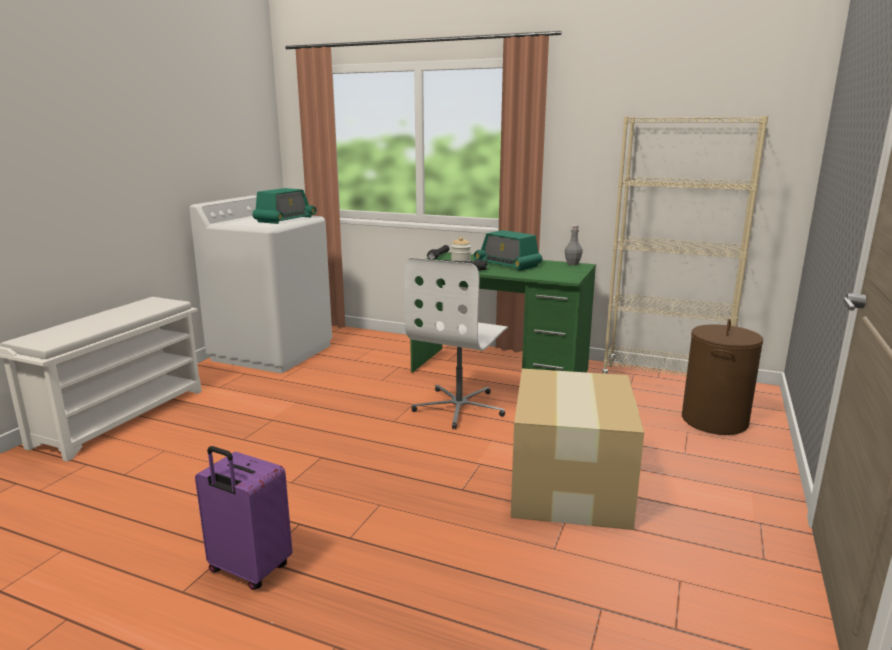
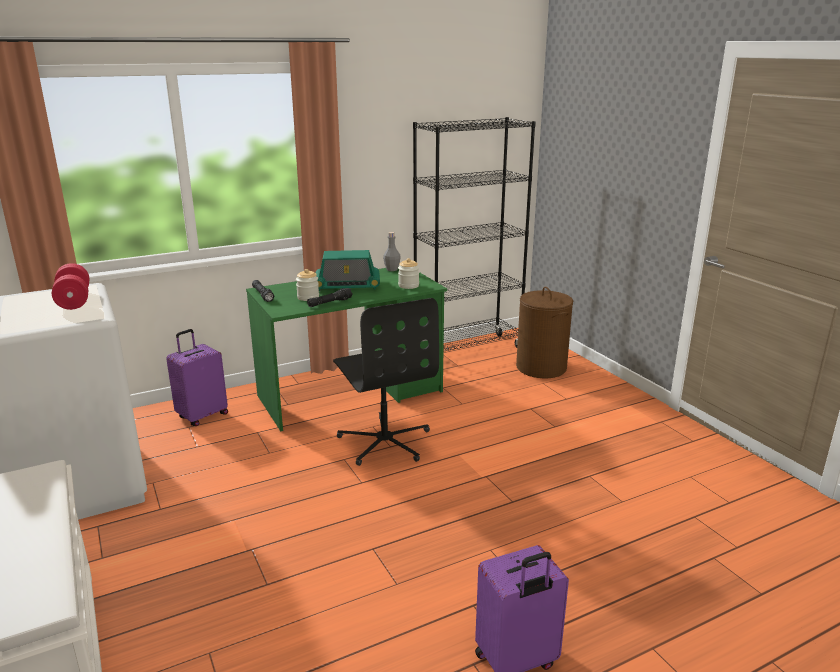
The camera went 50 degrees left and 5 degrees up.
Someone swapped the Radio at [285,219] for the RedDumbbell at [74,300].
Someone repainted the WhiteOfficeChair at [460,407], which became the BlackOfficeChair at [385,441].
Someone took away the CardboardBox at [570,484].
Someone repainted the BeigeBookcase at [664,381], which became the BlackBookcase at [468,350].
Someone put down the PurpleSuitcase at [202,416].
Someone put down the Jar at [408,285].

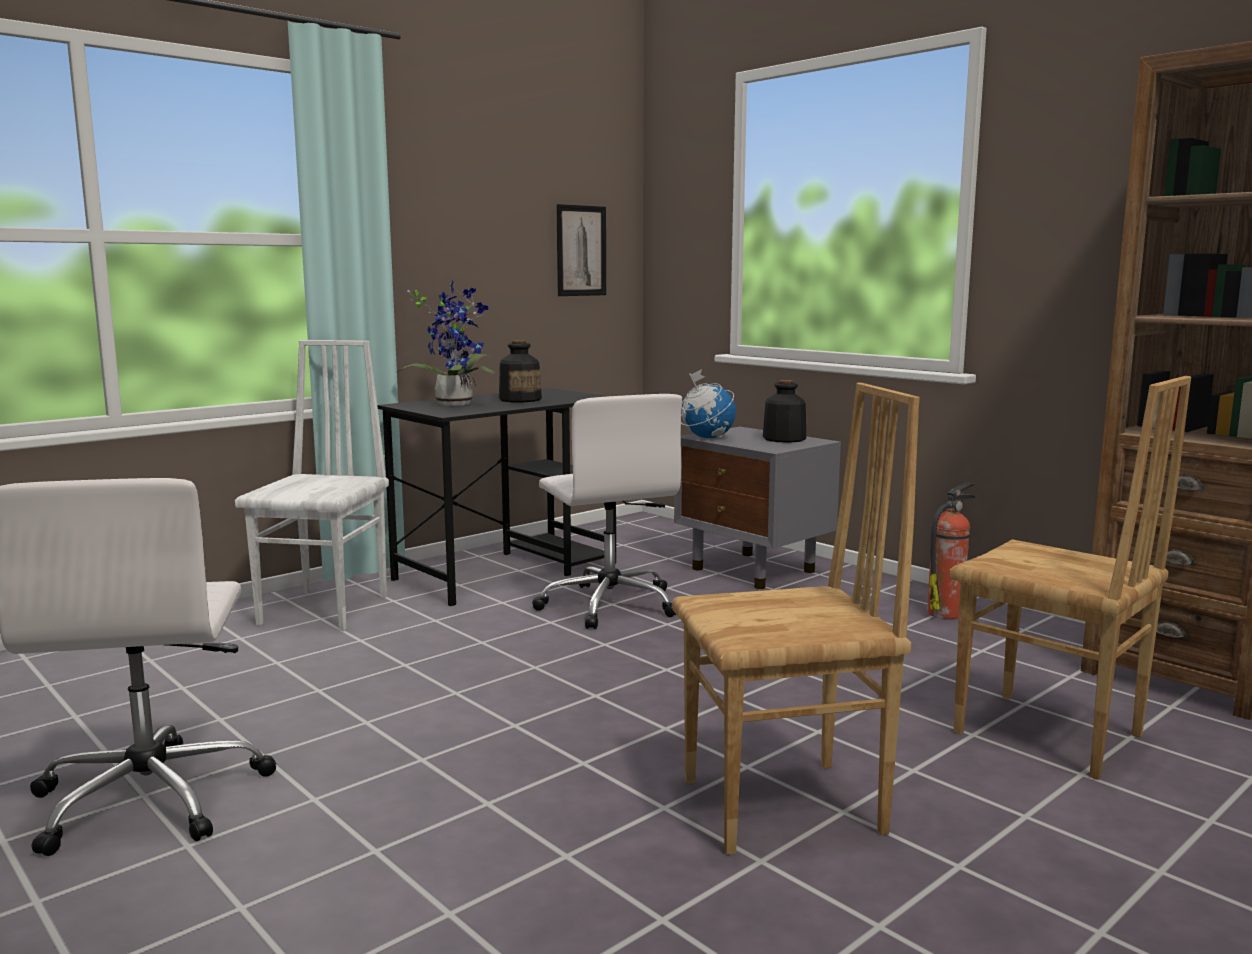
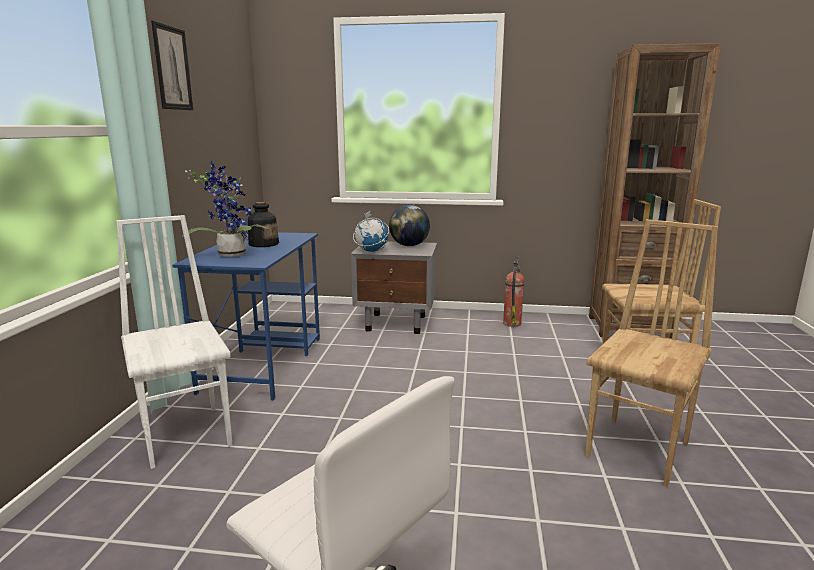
The camera went 40 degrees left and 5 degrees up.
Someone repainted the BlackDesk at [508,571], which became the BlueDesk at [264,363].
Someone took away the WhiteOfficeChair at [609,604].
Someone carried the Picture from [581,251] to [172,68].
Someone swapped the Bottle at [783,439] for the Globe at [409,245].

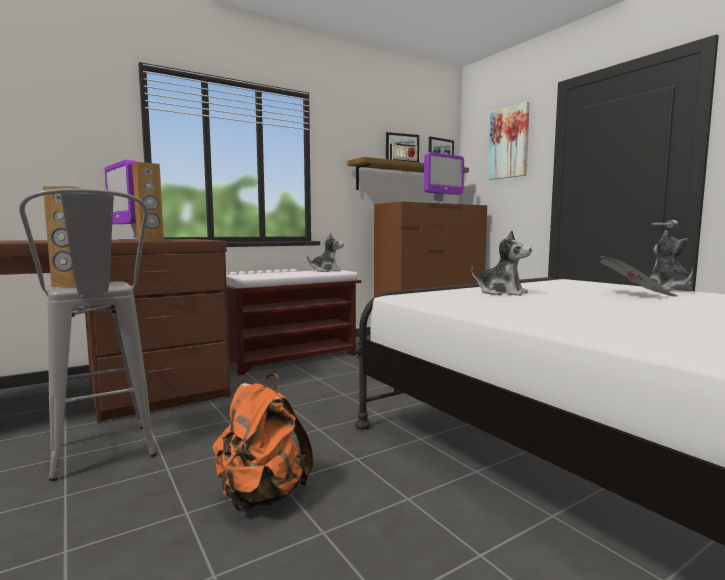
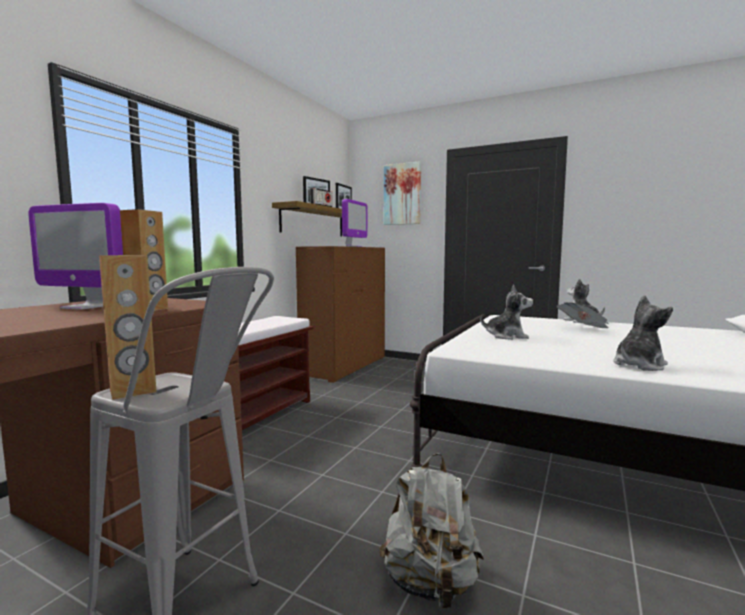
The camera went 30 degrees left and 0 degrees up.
Someone repainted the OrangeBackpack at [261,497], which became the GreyBackpack at [430,583].
Someone carried the PlushToy from [327,270] to [638,365].

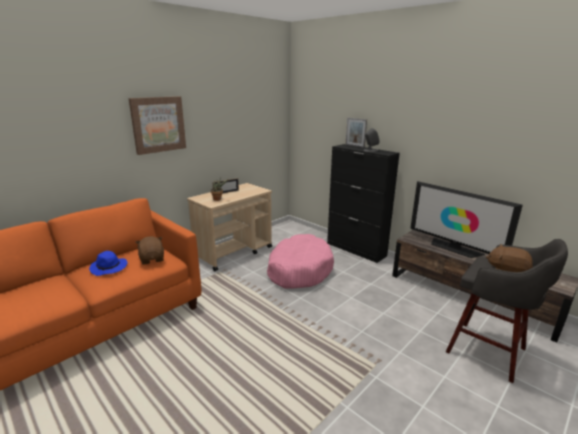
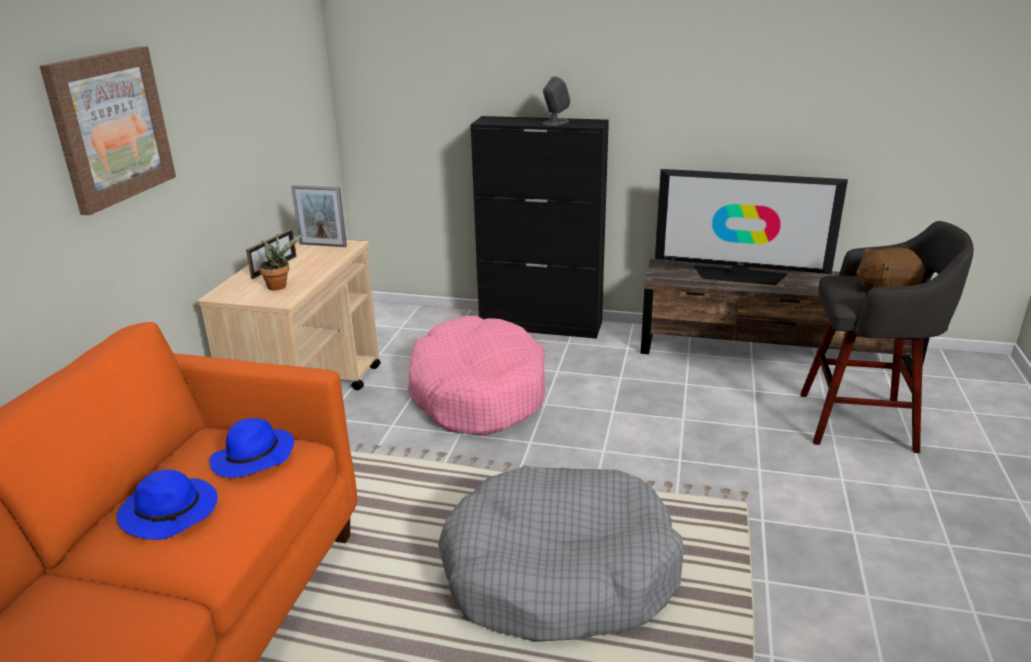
The camera went 30 degrees left and 5 degrees up.
Someone swapped the BrownPlushToy at [152,259] for the BlueHat at [253,458].
Someone carried the PictureFrame from [354,146] to [323,245].
Someone put down the GreyDogBed at [559,573].

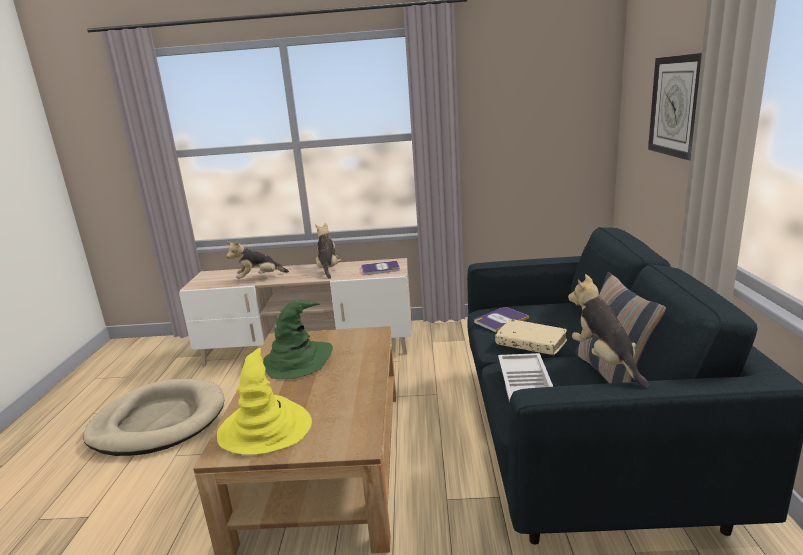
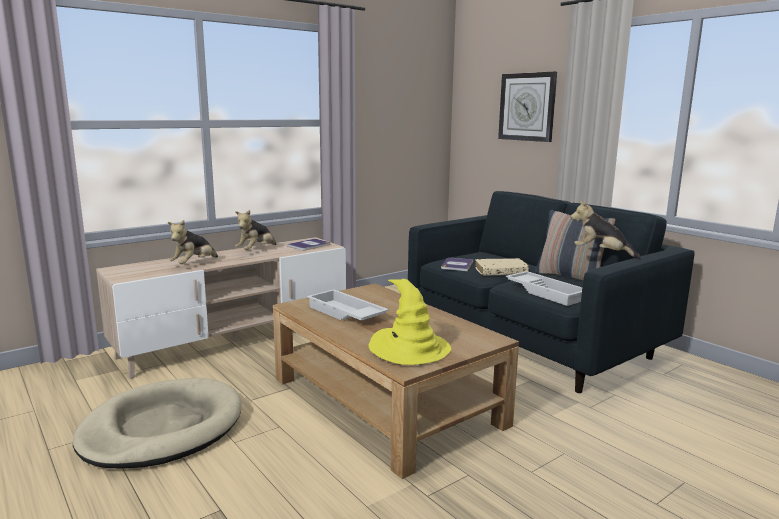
The camera went 40 degrees left and 5 degrees down.
Someone swapped the GreenHat at [298,361] for the WhiteTray at [345,313].
Someone rotated the PlushToy at [328,269] by 105 degrees counterclockwise.

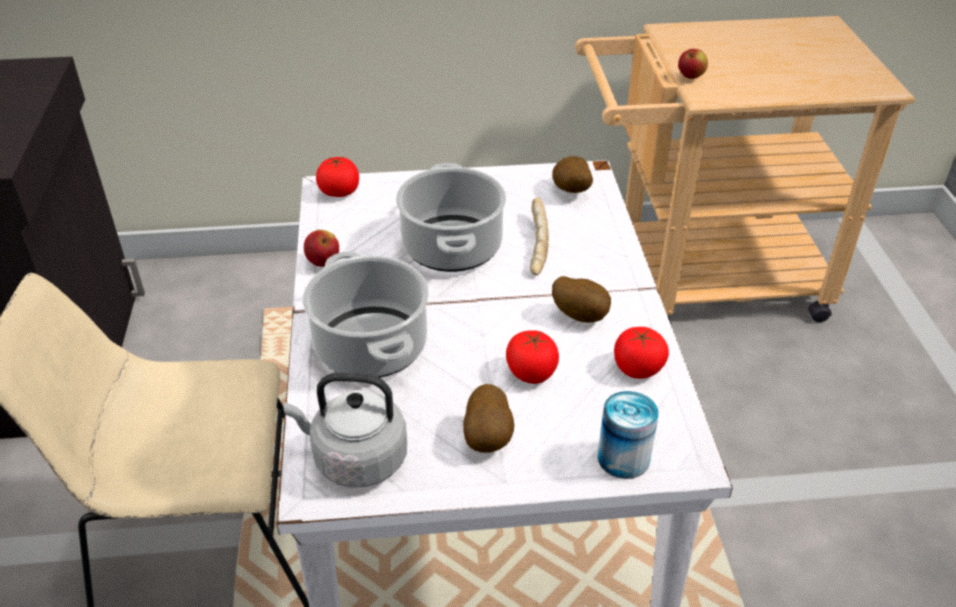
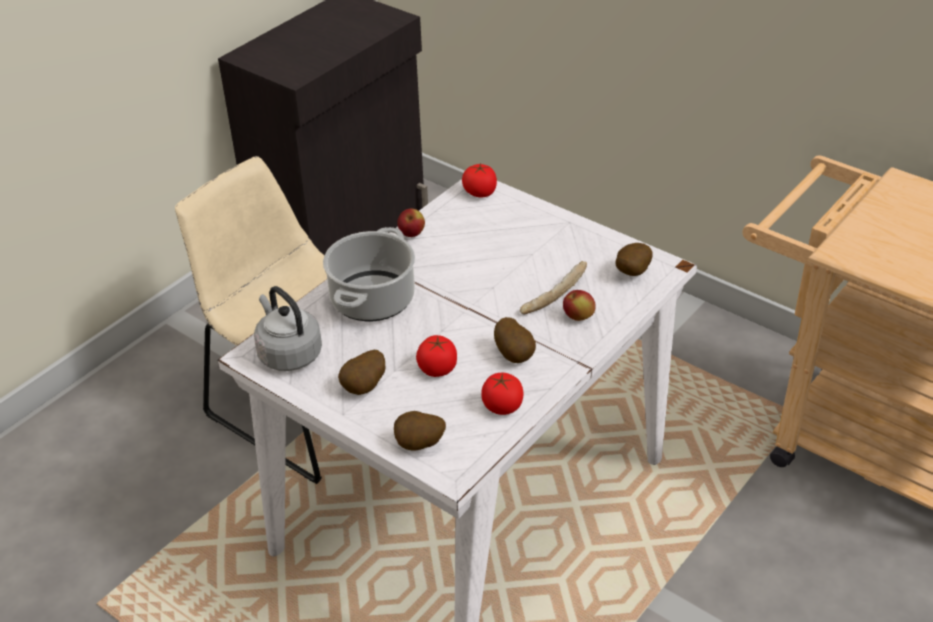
The camera went 45 degrees right and 0 degrees up.
Someone took away the CookingPot at [451,246].
Someone swapped the Can at [623,458] for the Potato at [419,446].
Someone carried the Apple from [690,77] to [578,317].

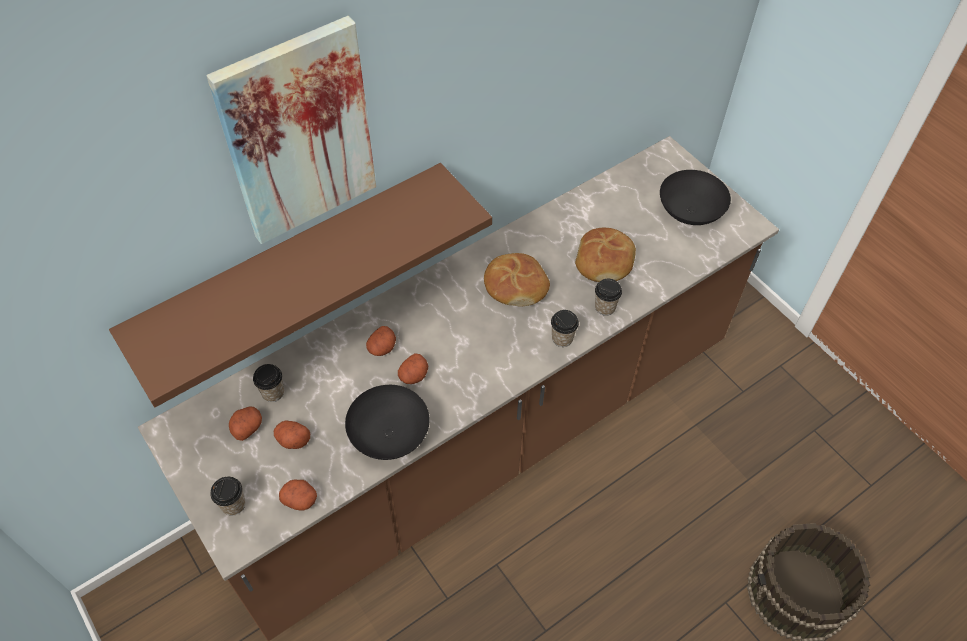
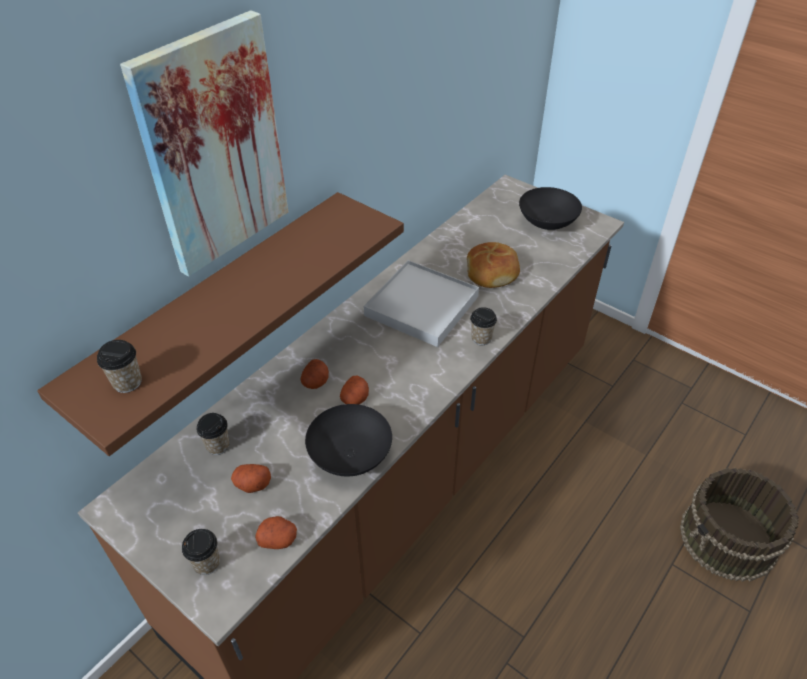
The camera went 15 degrees left and 10 degrees down.
Someone took away the Potato at [247,427].
Someone swapped the Bread at [515,285] for the WhiteTray at [421,306].
Someone carried the Cup from [605,307] to [127,382].

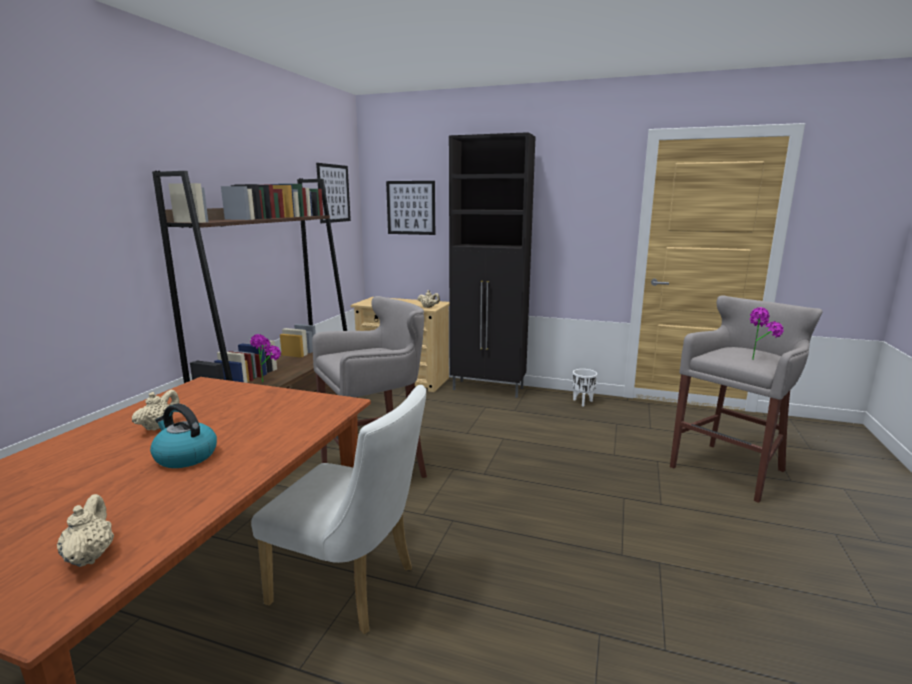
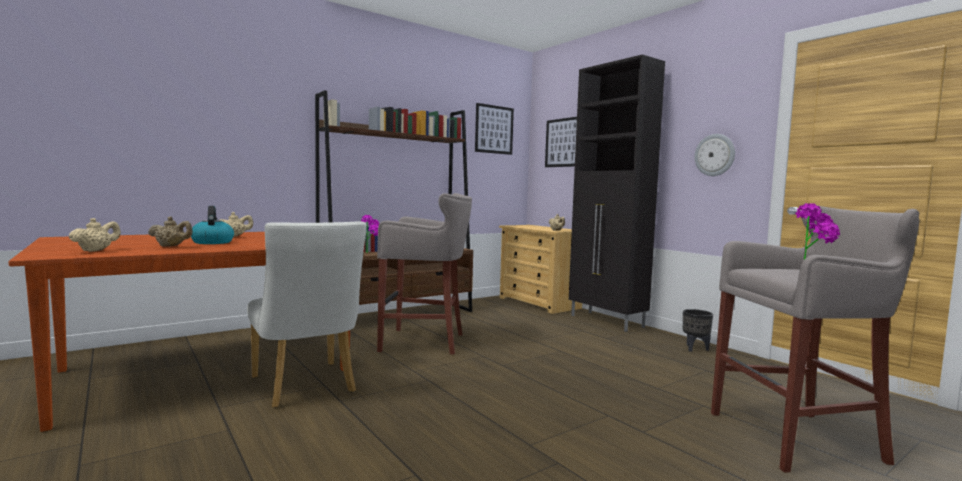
The camera went 35 degrees right and 10 degrees down.
Someone repainted the WhitePlanter at [583,402], which became the BlackPlanter at [695,349].
Someone put down the BeigeTeapot at [171,246].
Someone put up the WallClock at [715,155].

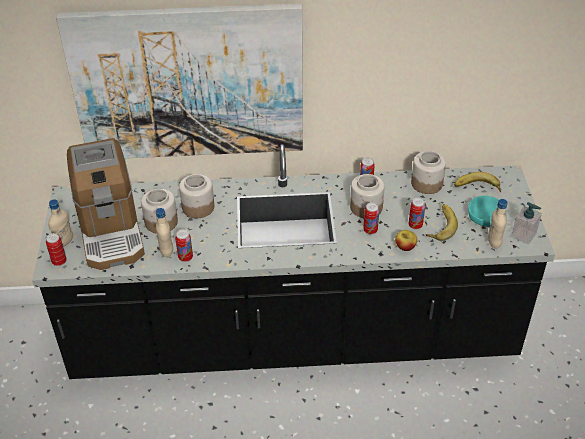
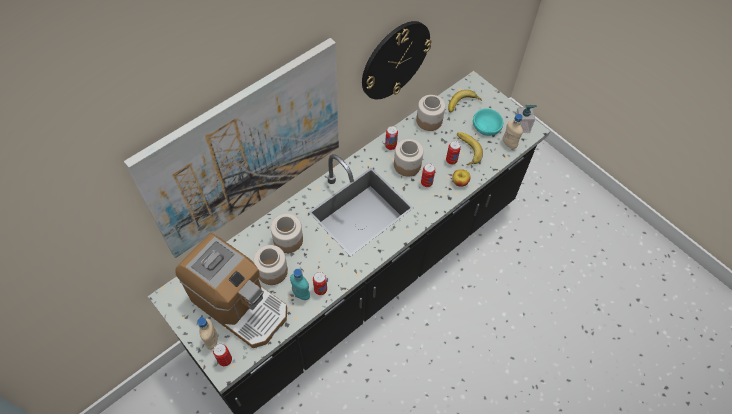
The camera went 40 degrees left and 15 degrees up.
Someone repainted the BeigeBottle at [166,251], which became the TurquoiseBottle at [301,294].
Someone put up the WallClock at [395,60].

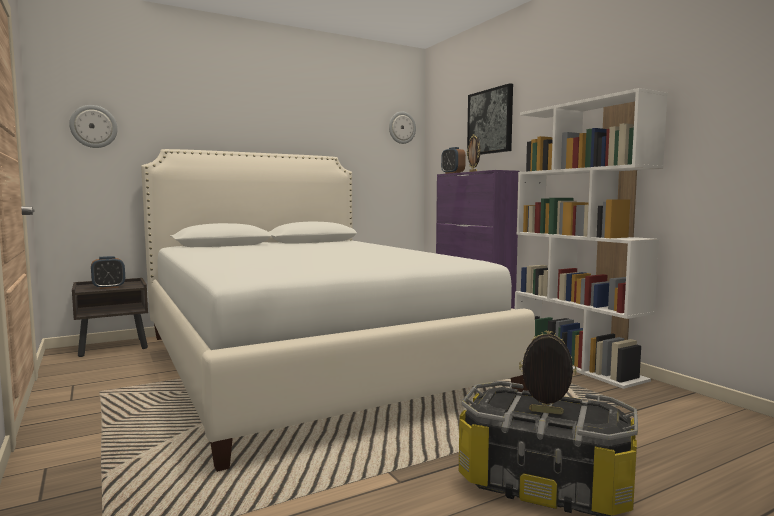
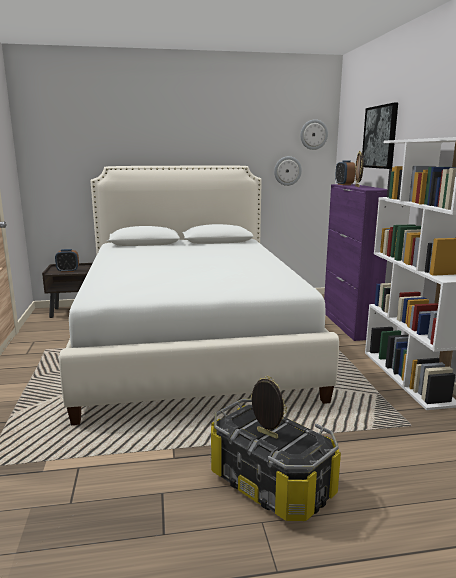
The camera went 20 degrees right and 10 degrees up.
Someone carried the WallClock from [93,126] to [287,171].

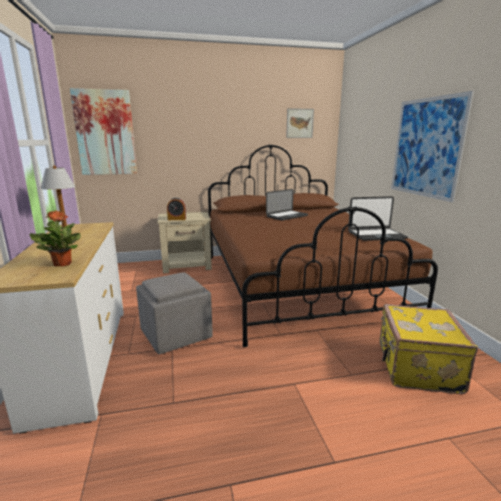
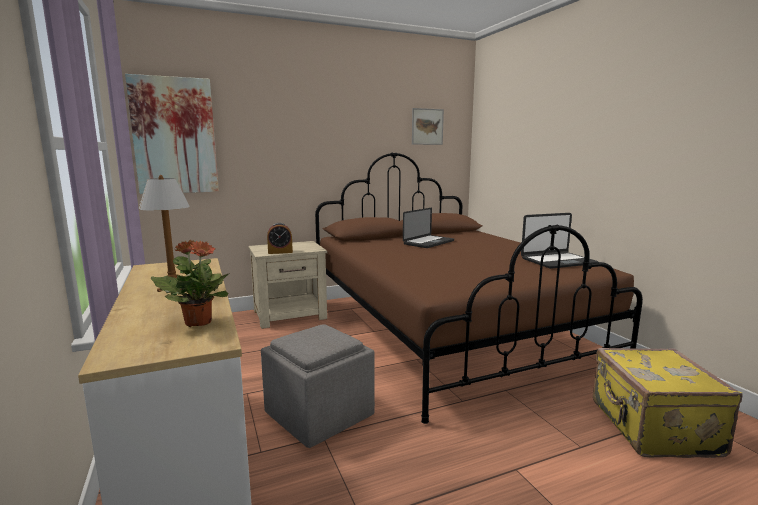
The camera went 10 degrees left and 5 degrees down.
Someone took away the Picture at [426,147].

